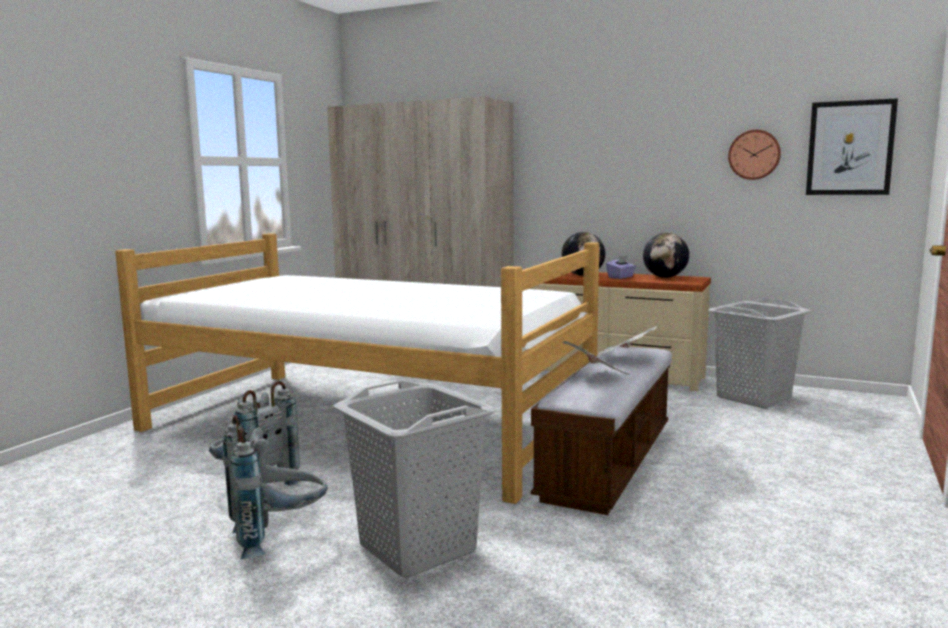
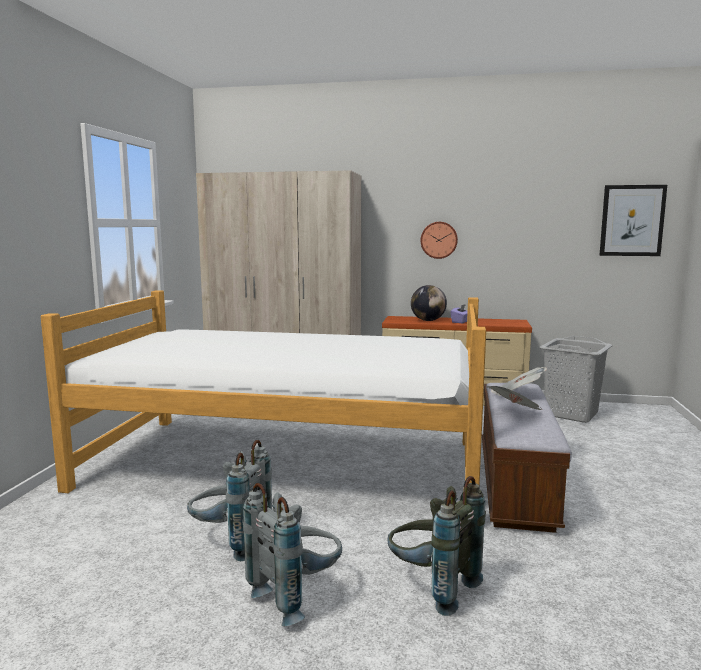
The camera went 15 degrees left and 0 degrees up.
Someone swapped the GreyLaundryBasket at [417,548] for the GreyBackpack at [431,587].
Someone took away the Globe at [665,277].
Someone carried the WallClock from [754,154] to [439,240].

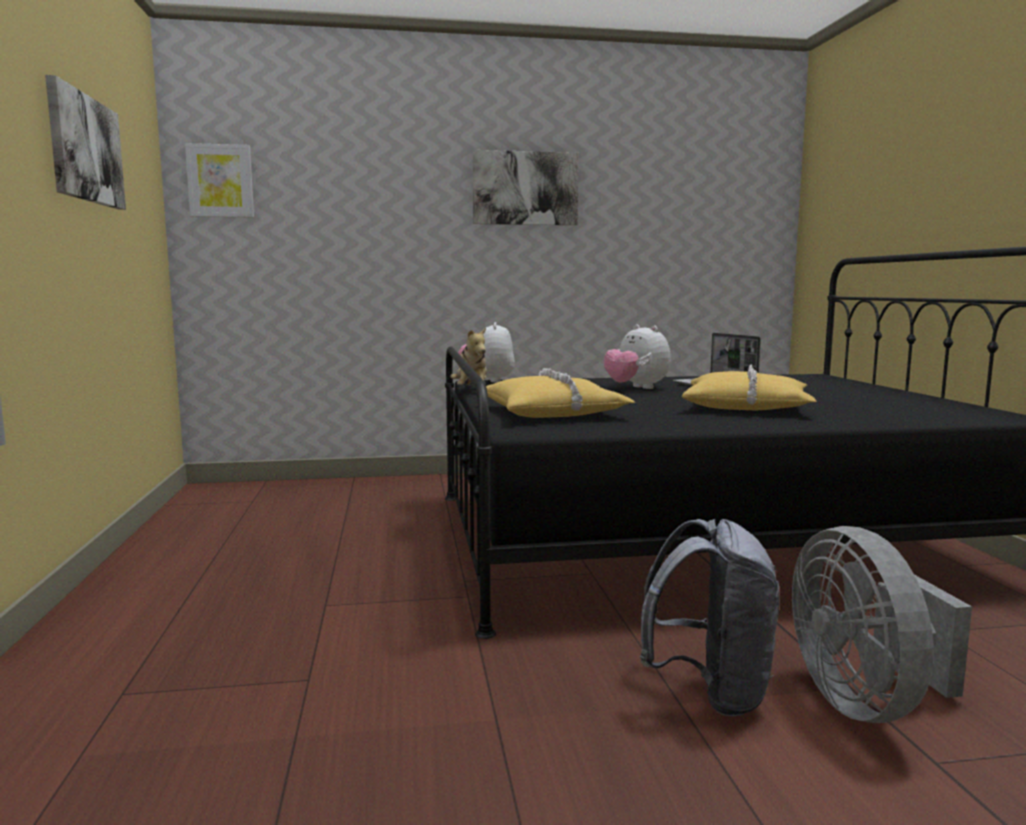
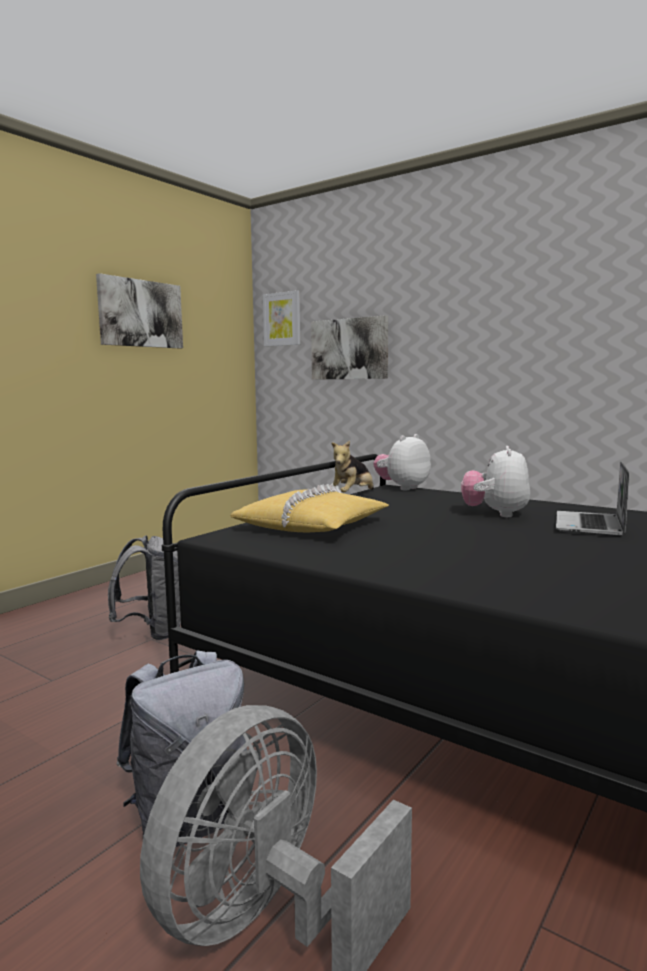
The camera went 45 degrees right and 0 degrees up.
Someone carried the Picture from [525,188] to [349,349].
Someone took away the YellowPillow at [746,406].
Someone put down the GreyBackpack at [153,632].

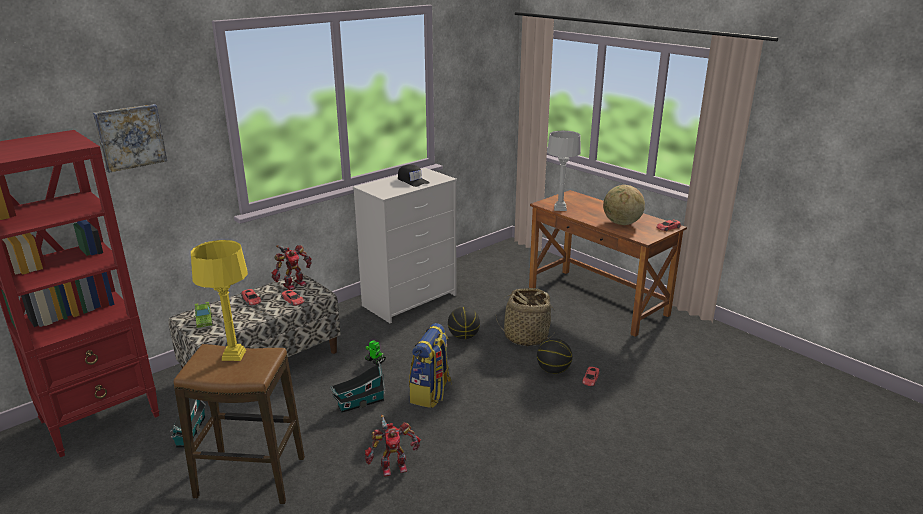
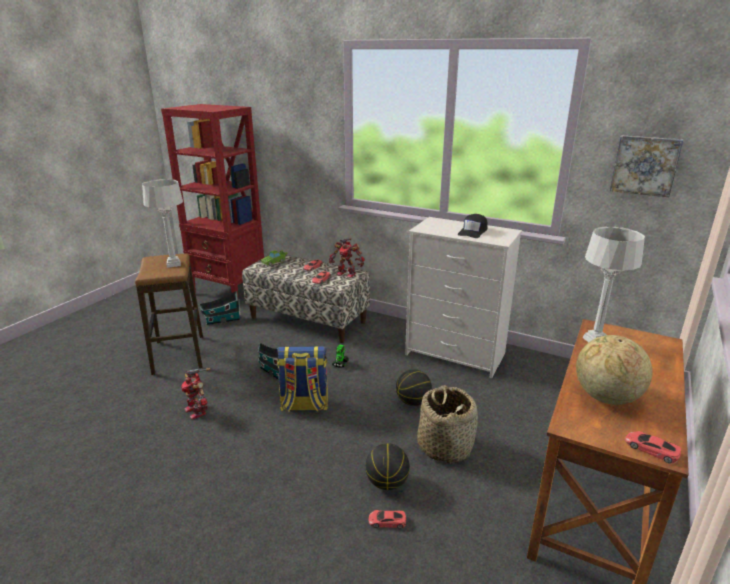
The camera went 70 degrees right and 0 degrees up.
Someone carried the Picture from [130,137] to [645,165].
Someone repainted the YellowTableLamp at [233,355], which became the GreyTableLamp at [173,264].

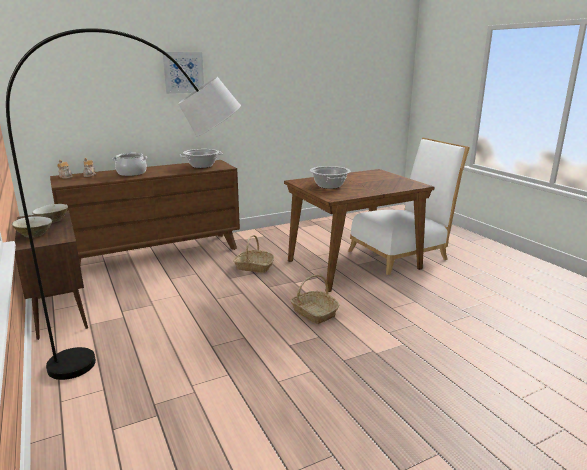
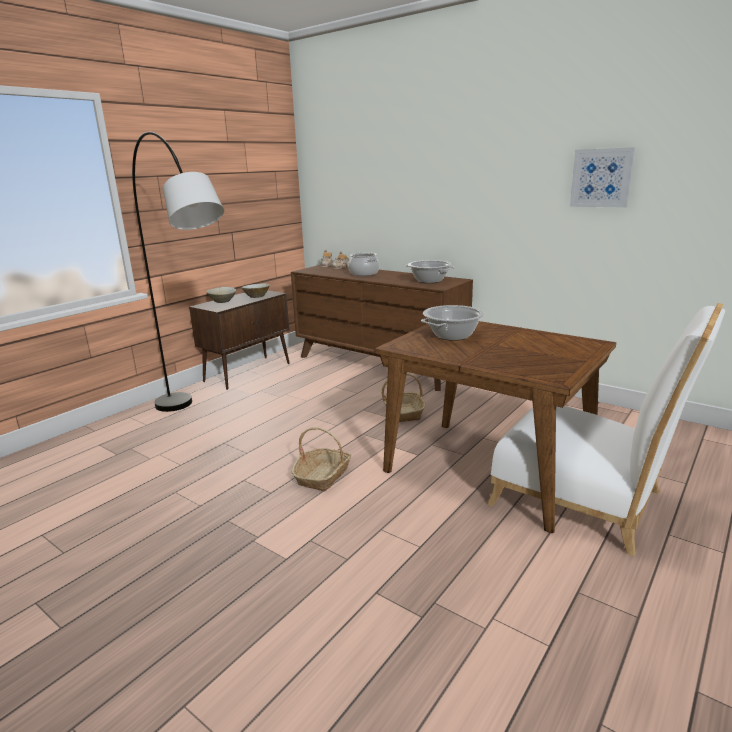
The camera went 65 degrees right and 0 degrees up.
Someone carried the Picture from [183,72] to [601,178].

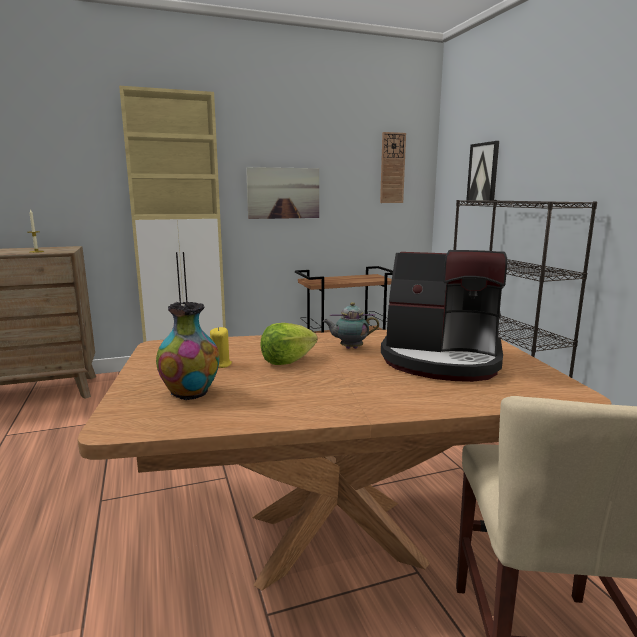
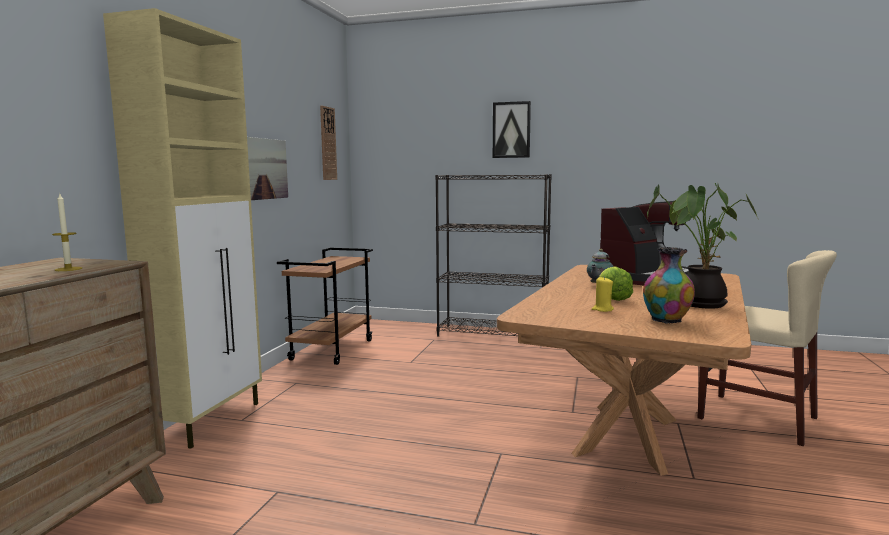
The camera went 55 degrees left and 5 degrees down.
Someone carried the Picture from [483,173] to [511,130].
Someone put down the PottedPlant at [698,303].

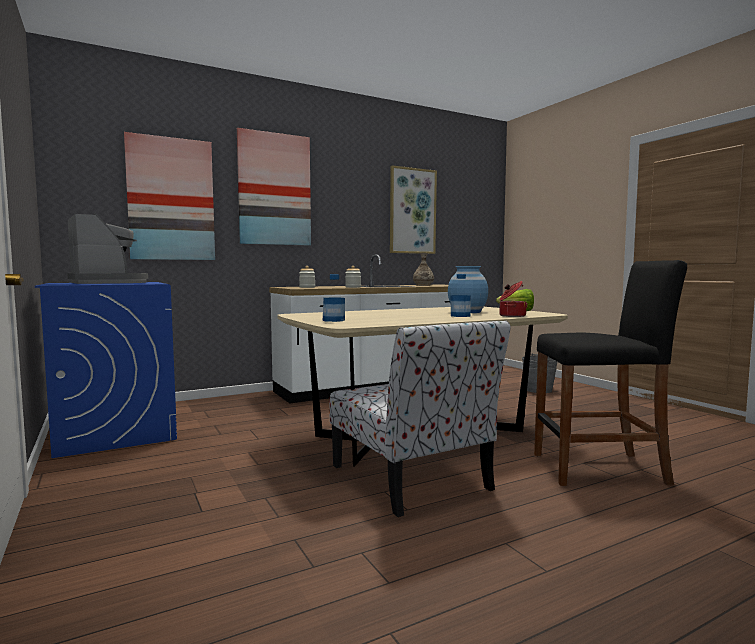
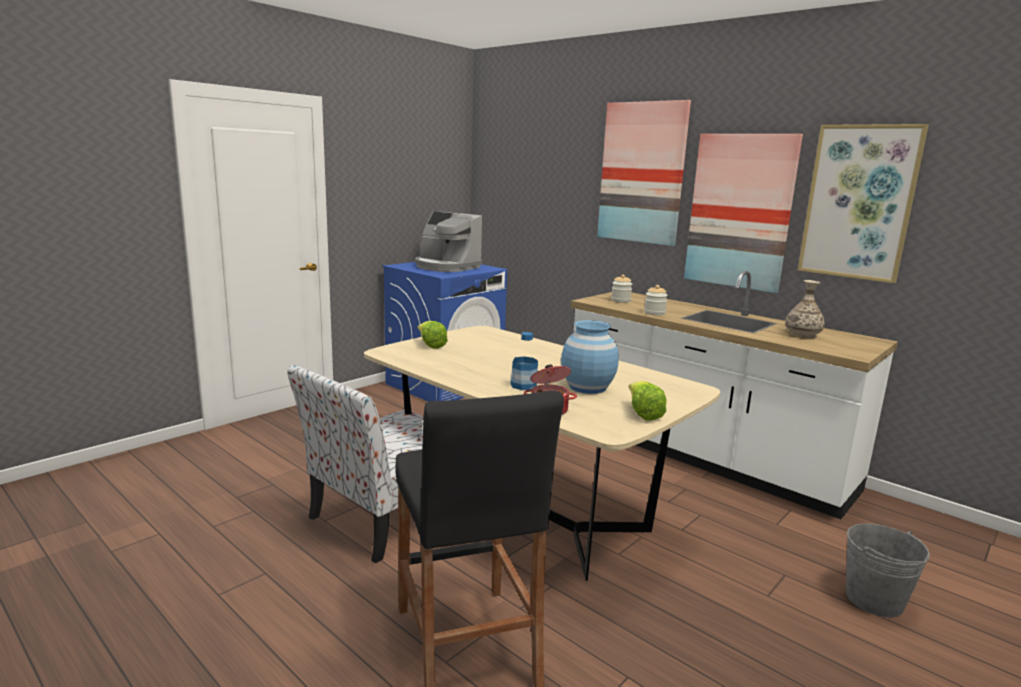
The camera went 70 degrees right and 10 degrees up.
Someone rotated the CoffeeMachine at [108,283] by 90 degrees clockwise.
Someone carried the Picture from [171,199] to [740,211].
Someone swapped the Bottle at [333,320] for the Lettuce at [430,345].

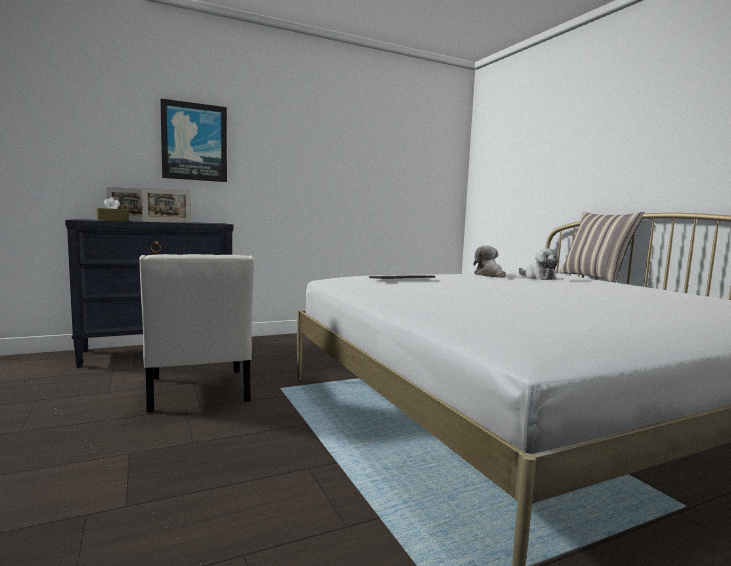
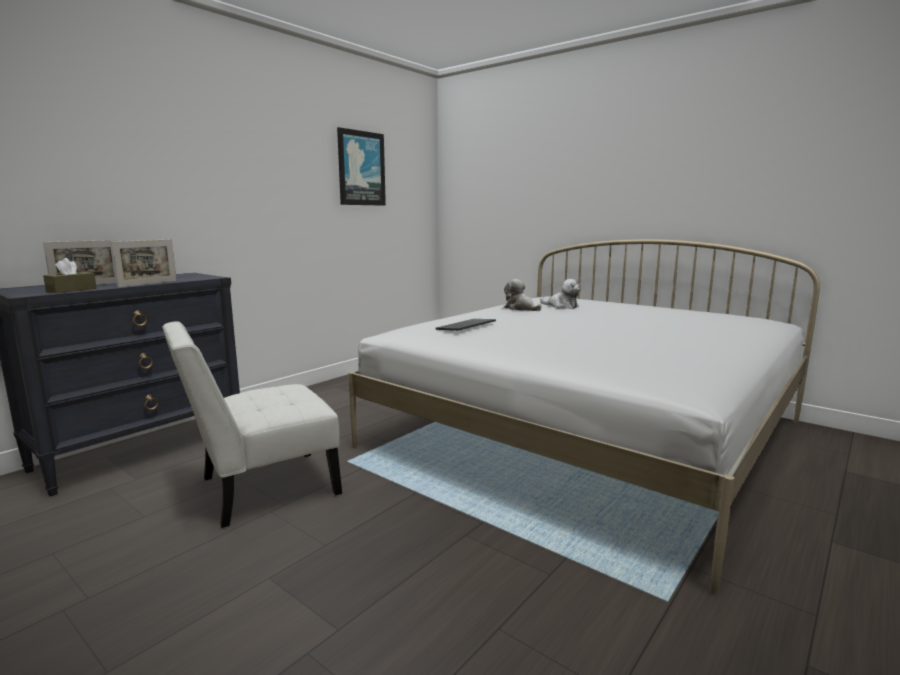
The camera went 25 degrees left and 5 degrees up.
Someone rotated the WhiteChair at [198,392] by 105 degrees clockwise.
Someone carried the Picture from [194,142] to [361,168].
Someone took away the Pillow at [595,277].

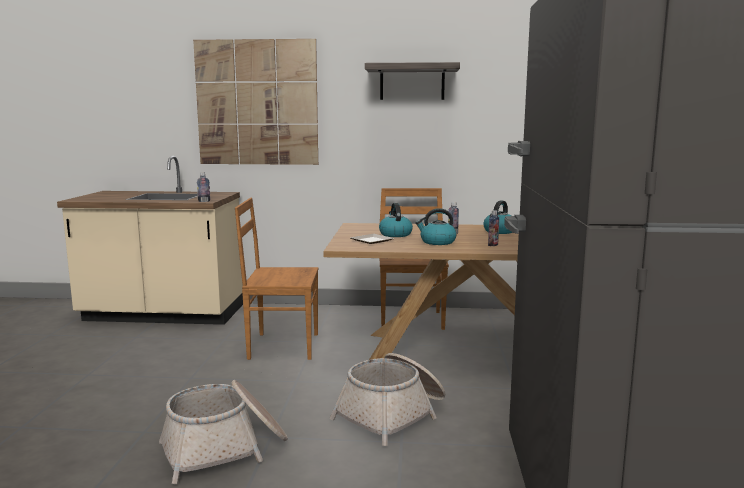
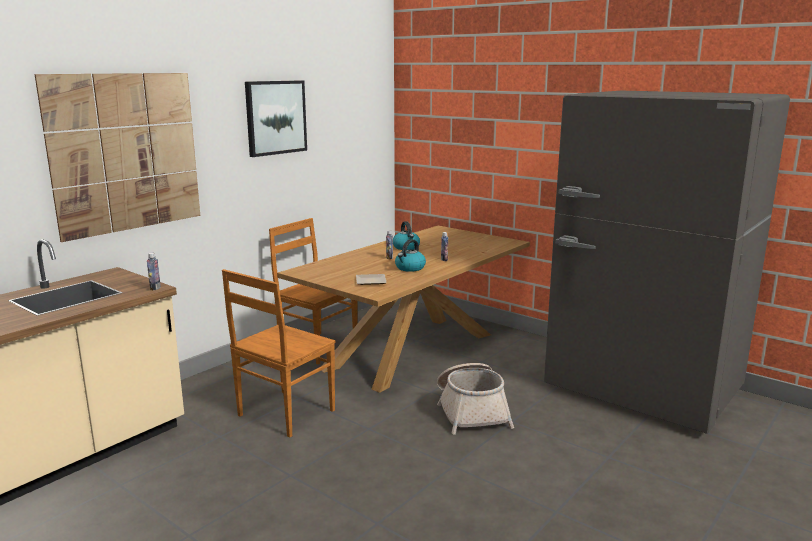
The camera went 55 degrees left and 5 degrees up.
Someone took away the Basket at [225,449].
Someone swapped the Shelf at [412,82] for the Picture at [275,117].
Someone took away the Kettle at [395,234].

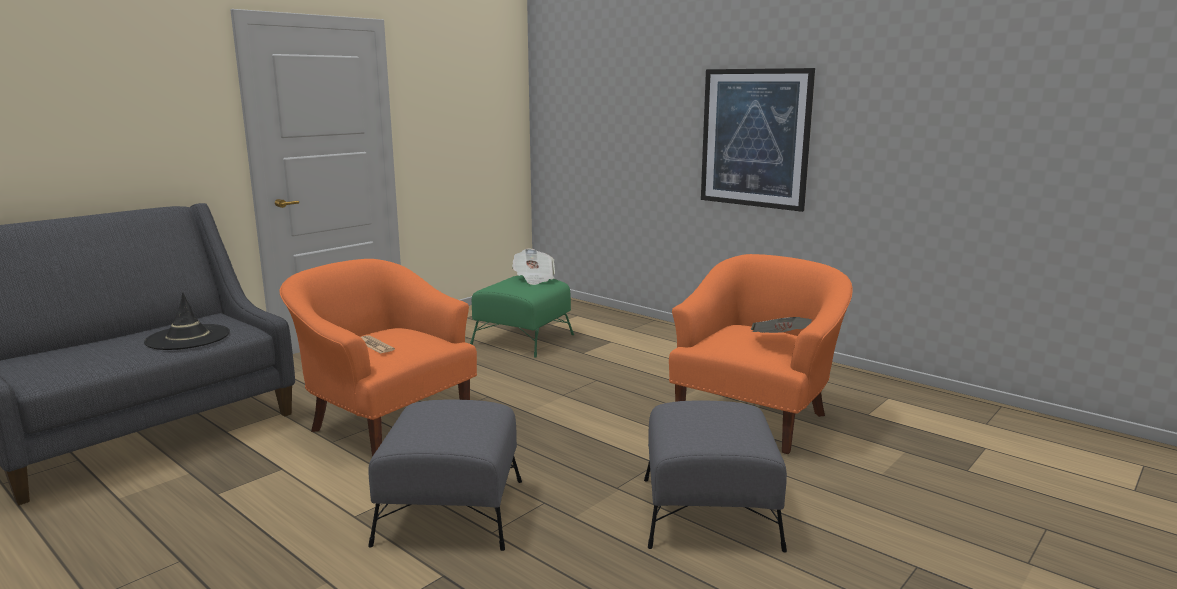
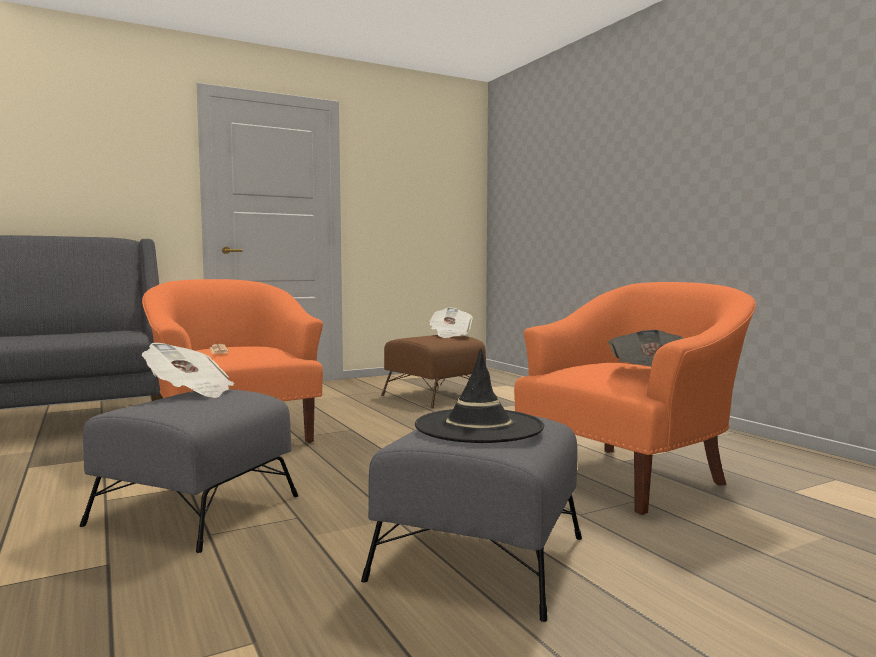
The camera went 20 degrees right and 10 degrees down.
Someone carried the BlackHat from [188,338] to [478,426].
Someone repainted the GreenOttoman at [523,339], which became the BrownOttoman at [435,396].
Someone took away the Picture at [754,138].
Someone put down the Newspaper at [190,392].

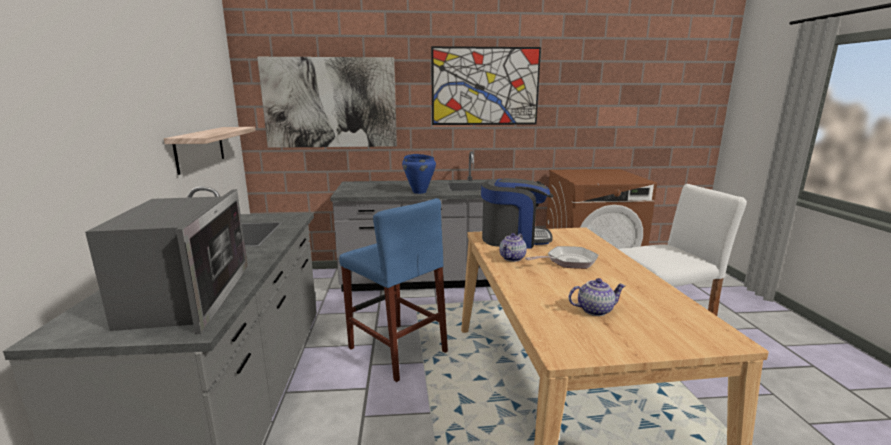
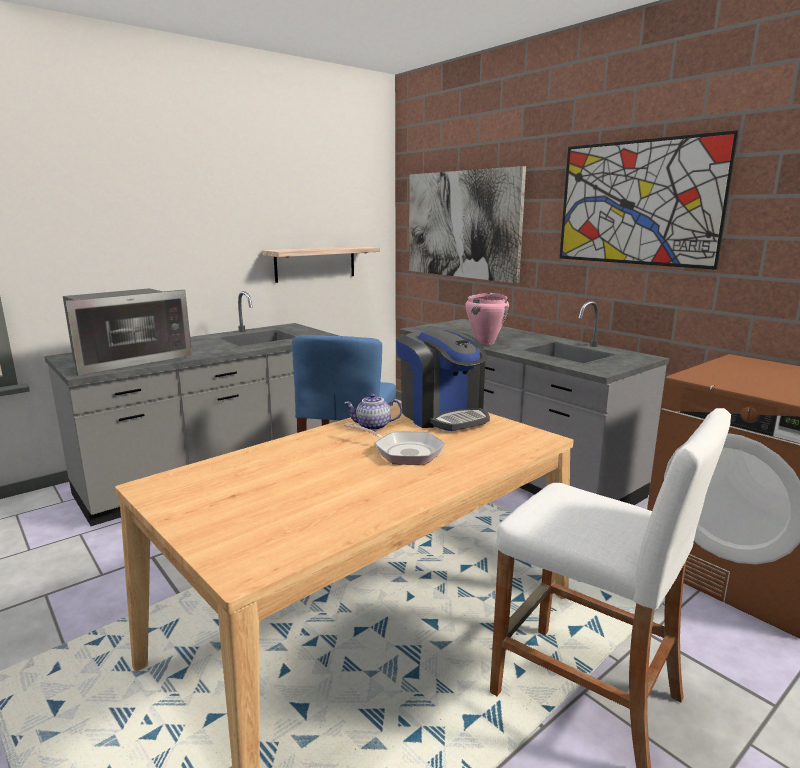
The camera went 55 degrees right and 0 degrees up.
Someone repainted the BlueCookingPot at [419,192], which became the PinkCookingPot at [485,343].
Someone took away the Teapot at [595,310].

